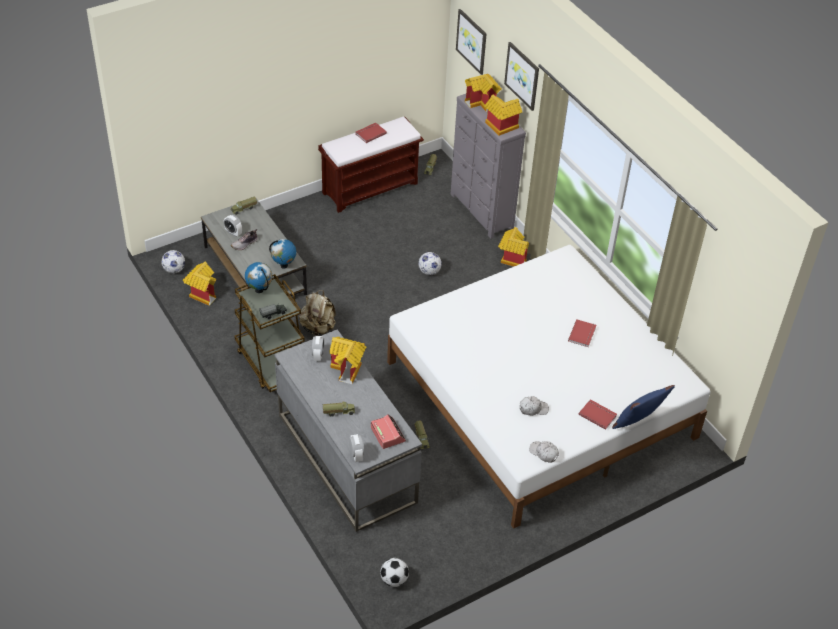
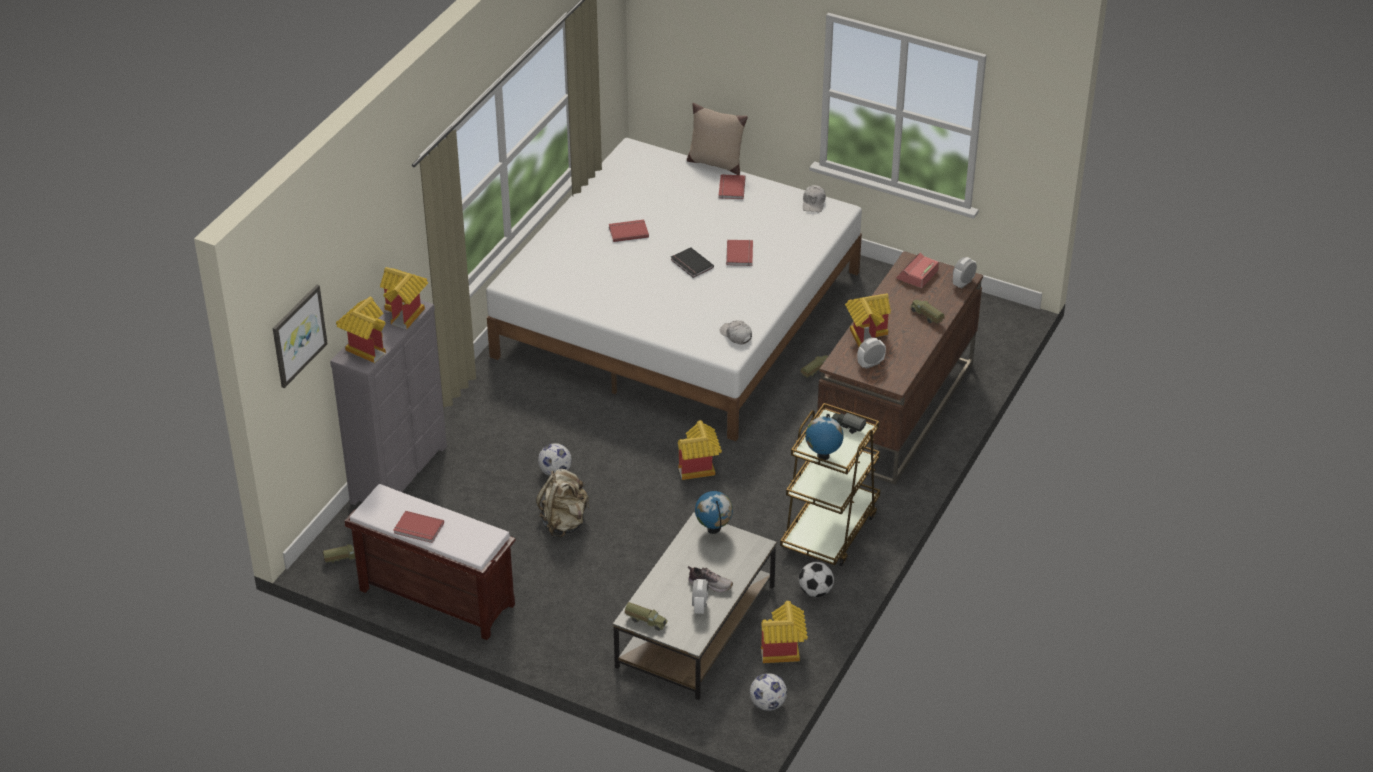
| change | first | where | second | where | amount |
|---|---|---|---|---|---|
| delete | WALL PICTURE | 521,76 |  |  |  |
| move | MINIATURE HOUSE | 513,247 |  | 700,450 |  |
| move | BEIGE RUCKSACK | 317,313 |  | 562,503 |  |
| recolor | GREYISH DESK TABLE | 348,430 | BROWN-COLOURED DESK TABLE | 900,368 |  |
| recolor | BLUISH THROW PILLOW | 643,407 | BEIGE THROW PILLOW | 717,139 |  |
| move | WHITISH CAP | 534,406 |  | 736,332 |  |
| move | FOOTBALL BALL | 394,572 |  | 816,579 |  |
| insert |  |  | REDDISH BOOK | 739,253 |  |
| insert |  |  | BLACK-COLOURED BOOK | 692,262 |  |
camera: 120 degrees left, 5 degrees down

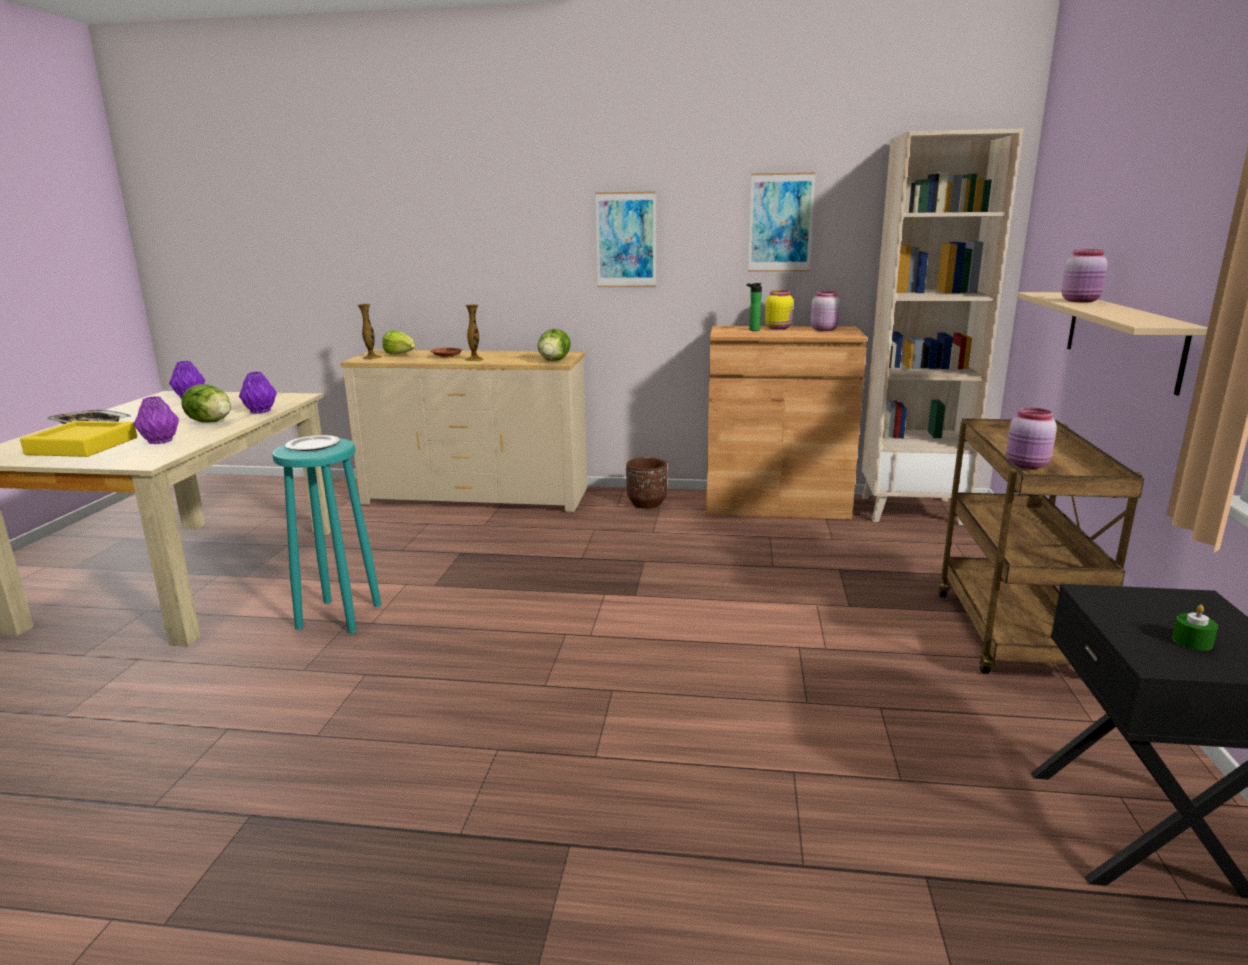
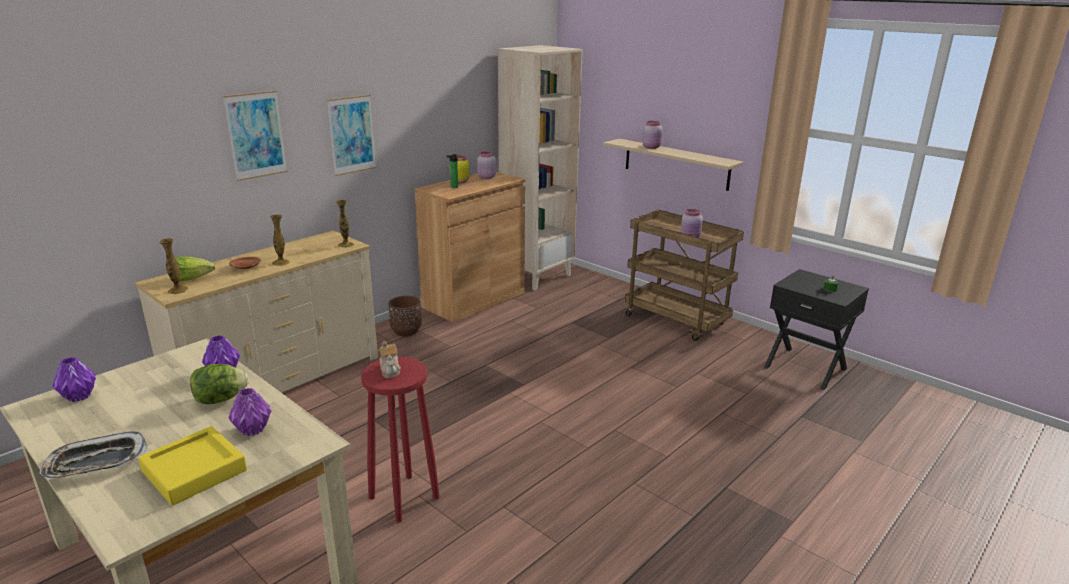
| change | first | where | second | where | amount |
|---|---|---|---|---|---|
| move | WALL PICTURE | 782,222 |  | 255,135 |  |
| replace | HEAD OF LETTUCE | 554,345 | DECORATIVE VASE | 345,223 |  |
| replace | DINNER PLATE | 312,443 | TEA POT | 390,359 |  |
| recolor | TURQUOISE STOOL SEAT | 326,535 | REDDISH STOOL SEAT | 400,439 |  |
camera: 55 degrees left, 5 degrees up

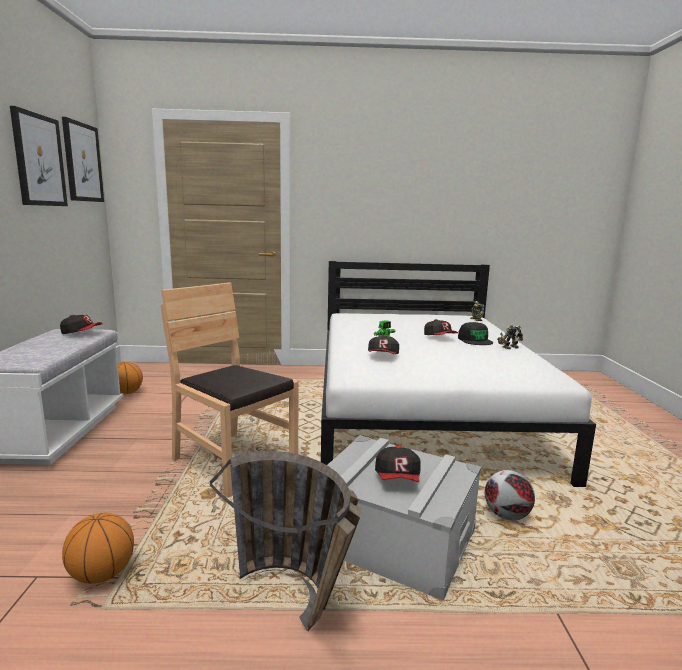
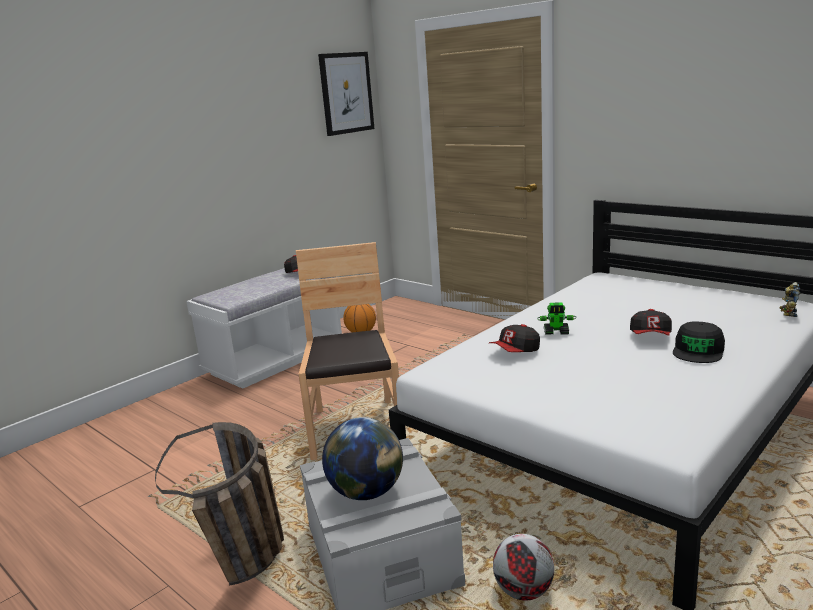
| change | first | where | second | where | amount |
|---|---|---|---|---|---|
| delete | WALL PICTURE | 39,156 |  |  |  |
| delete | MODEL ROBOT | 510,337 |  |  |  |
| replace | CAP | 398,464 | WORLD GLOBE | 362,458 |  |
| delete | BASKETBALL BALL | 98,548 |  |  |  |
camera: 45 degrees right, 5 degrees up

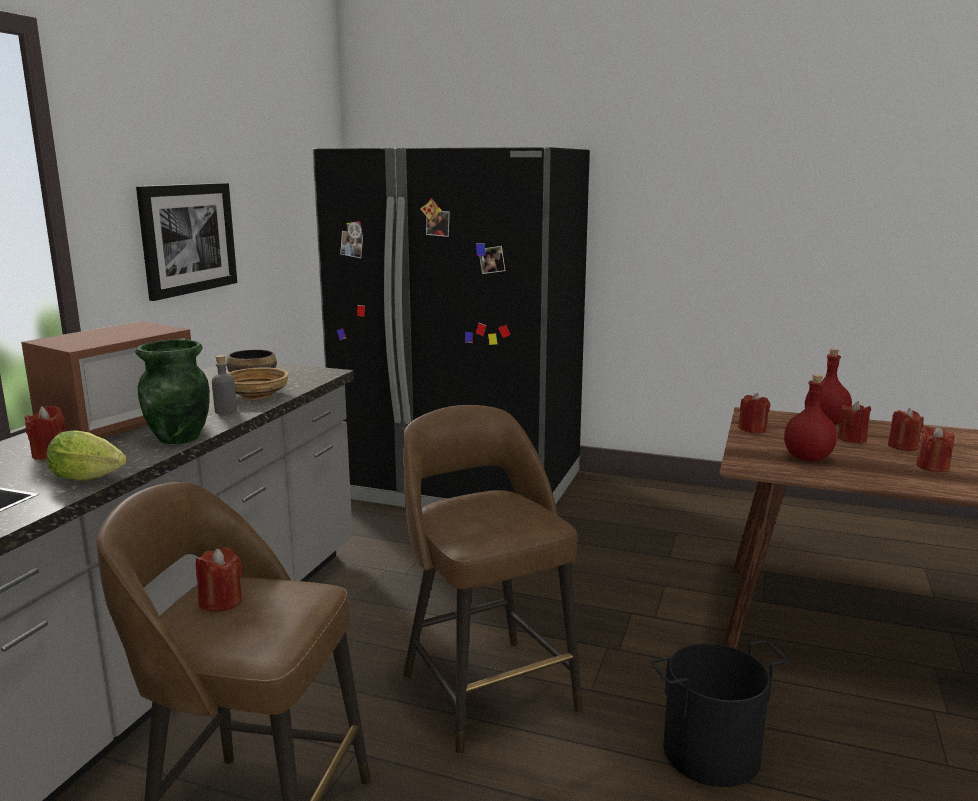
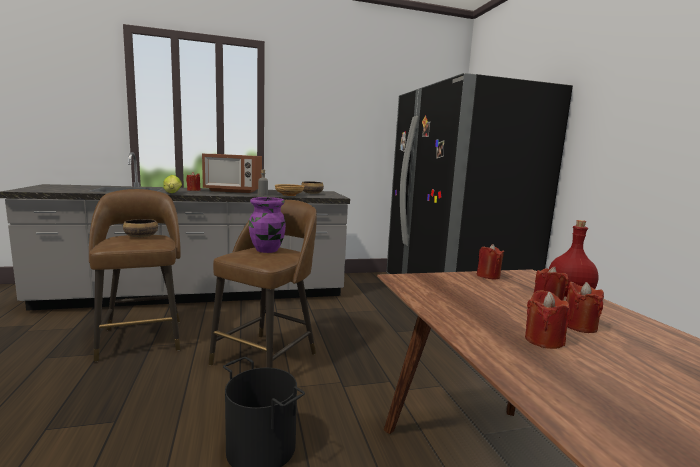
| change | first | where | second | where | amount |
|---|---|---|---|---|---|
| delete | WALL PICTURE | 186,242 |  |  |  |
| delete | GREENISH DECORATIVE VASE | 173,391 |  |  |  |
| delete | REDDISH BOTTLE | 810,418 |  |  |  |
| replace | REDDISH CANDLE | 219,579 | SERVING BOWL | 140,228 |  |
| insert |  |  | PURPLE DECORATIVE VASE | 267,225 |  |
camera: 55 degrees right, 5 degrees down

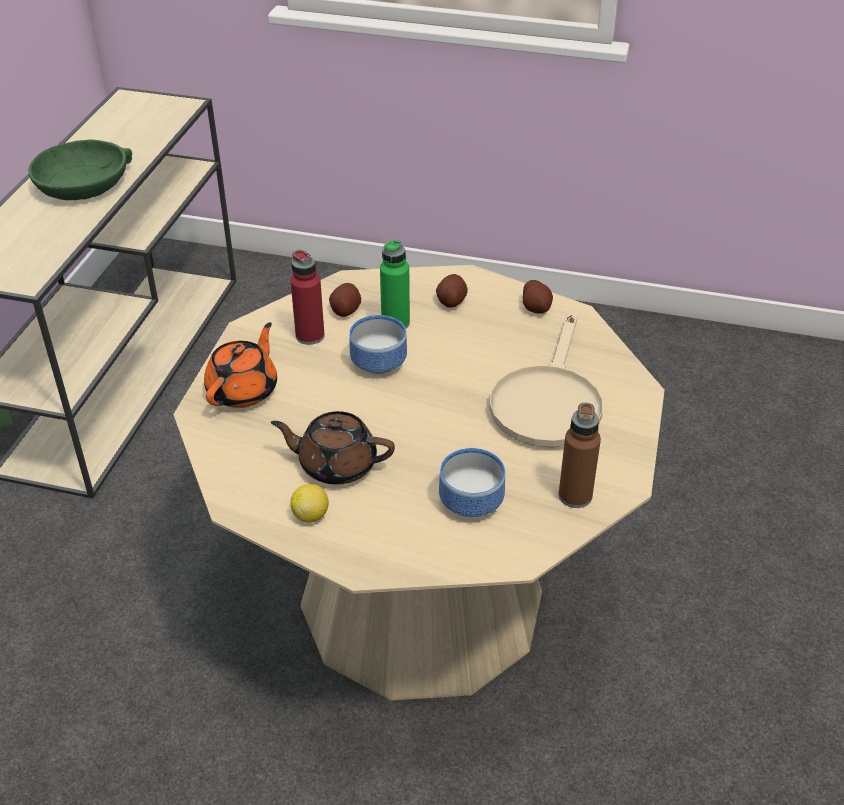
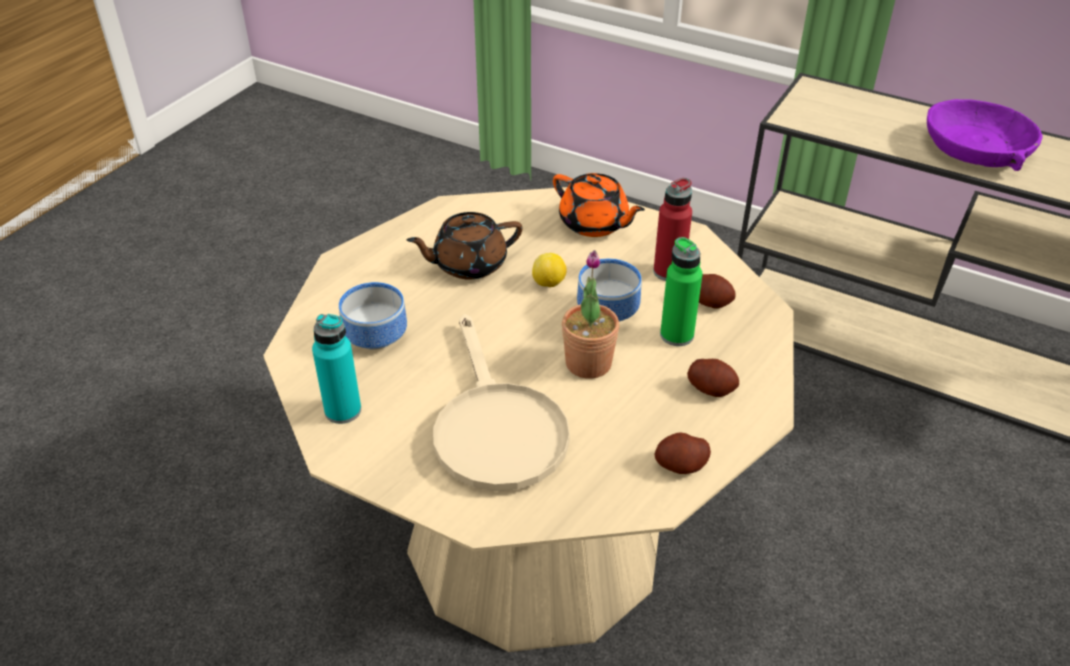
| change | first | where | second | where | amount |
|---|---|---|---|---|---|
| recolor | GREENISH SERVING BOWL | 80,170 | PURPLE SERVING BOWL | 985,135 |  |
| rotate | BEIGE PAN | 546,380 |  | 501,402 | 135 degrees counterclockwise |
| recolor | BROWN-COLOURED BOTTLE | 580,455 | TURQUOISE BOTTLE | 336,369 |  |
| rotate | BROWN-COLOURED TEA POT | 333,447 |  | 465,246 | 135 degrees counterclockwise |
| move | WHOLE LEMON | 310,503 |  | 549,270 |  |
| insert |  |  | HOUSEPLANT | 590,314 |  |
camera: 105 degrees right, 0 degrees up

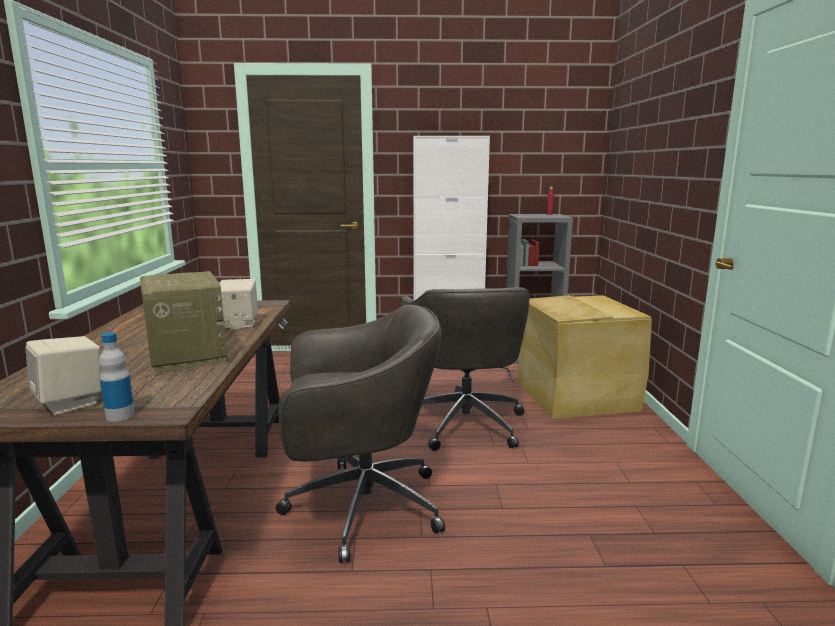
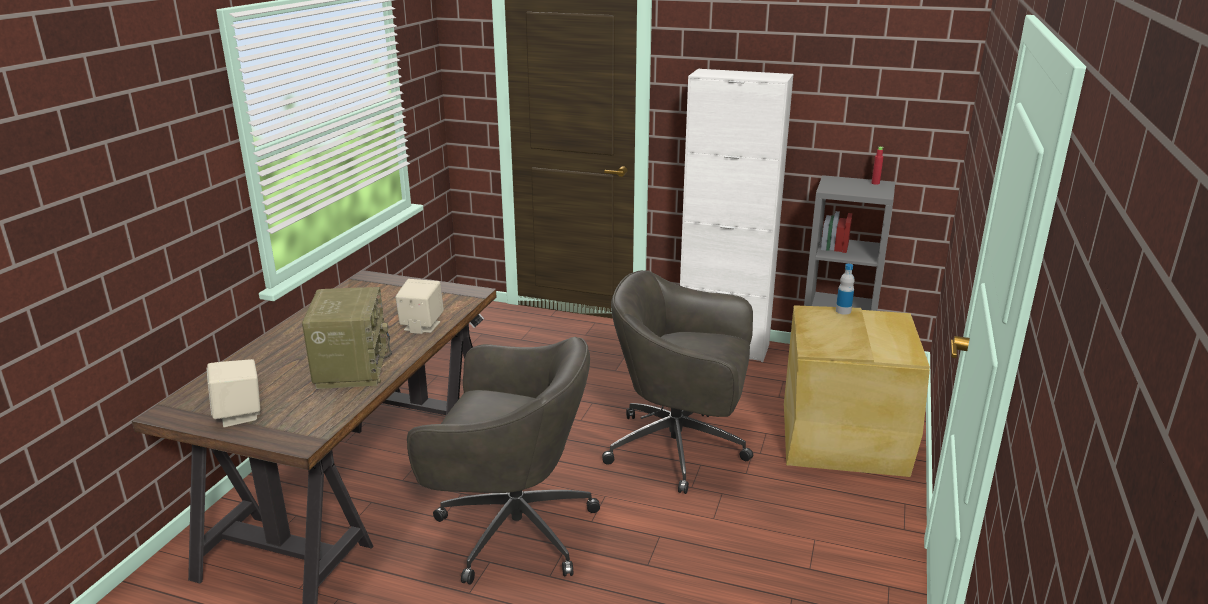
| change | first | where | second | where | amount |
|---|---|---|---|---|---|
| rotate | GREYISH COMPUTER CHAIR | 465,369 |  | 677,382 | 90 degrees clockwise |
| move | BOTTLE | 117,377 |  | 845,289 |  |
camera: 20 degrees right, 10 degrees up

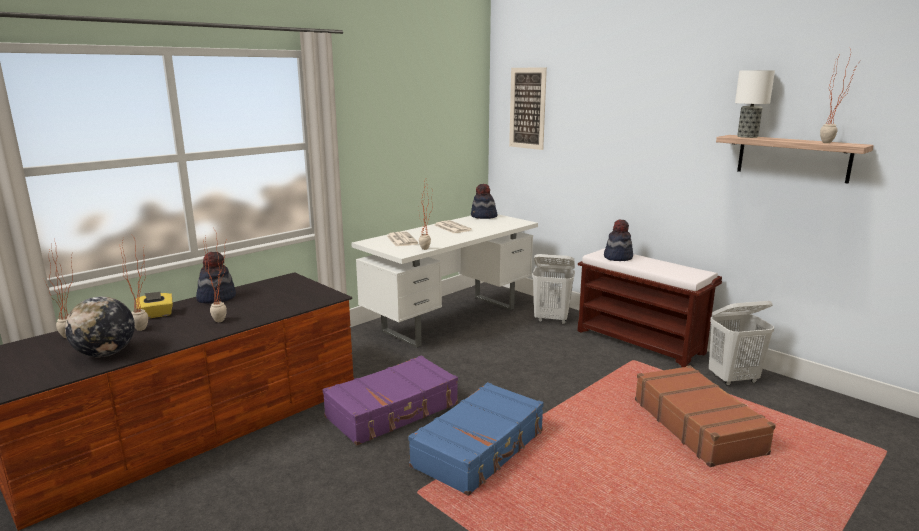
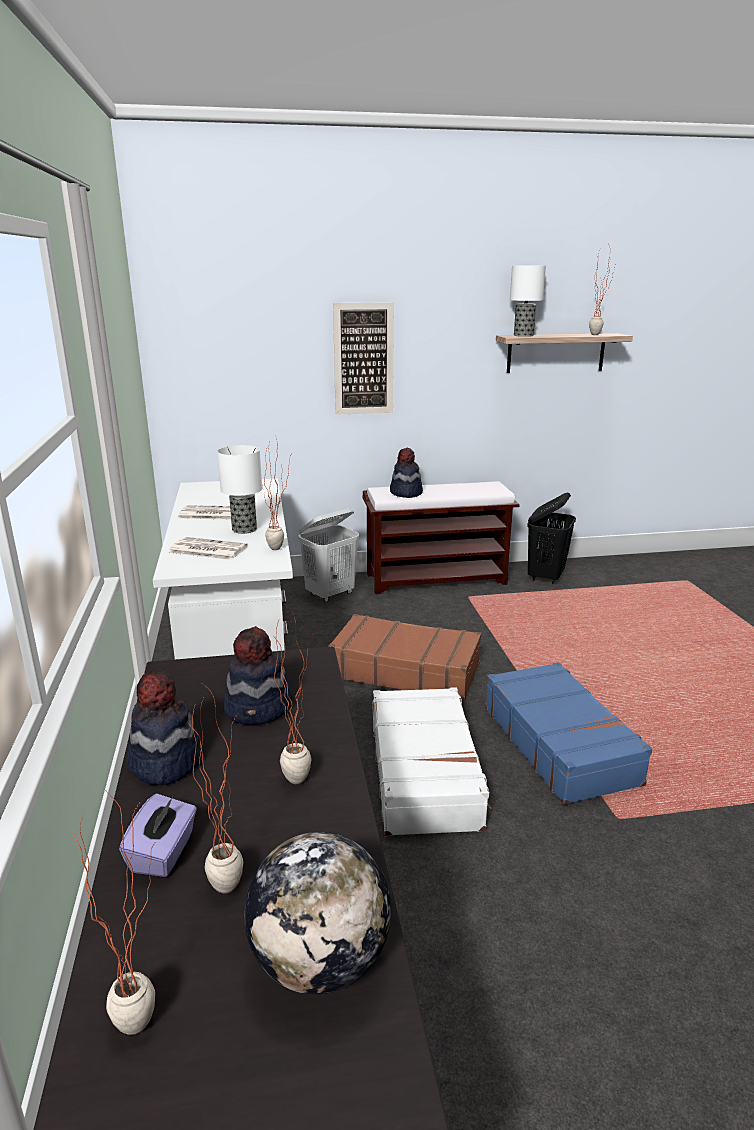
| change | first | where | second | where | amount |
|---|---|---|---|---|---|
| move | WALL PICTURE | 528,109 |  | 363,358 |  |
| move | WEARABLE HAT | 484,201 |  | 257,675 |  |
| recolor | YELLOW-COLOURED TISSUE HOLDER | 154,305 | PURPLE TISSUE HOLDER | 158,835 |  |
| recolor | WHITISH LAUNDRY BASKET | 741,343 | BLACK-COLOURED LAUNDRY BASKET | 551,538 |  |
| recolor | PURPLE SUITCASE | 390,400 | WHITISH SUITCASE | 432,761 |  |
| move | BROWN-COLOURED SUITCASE | 705,416 |  | 404,657 |  |
| insert |  |  | TABLE LAMP | 239,489 |  |
camera: 55 degrees left, 5 degrees up

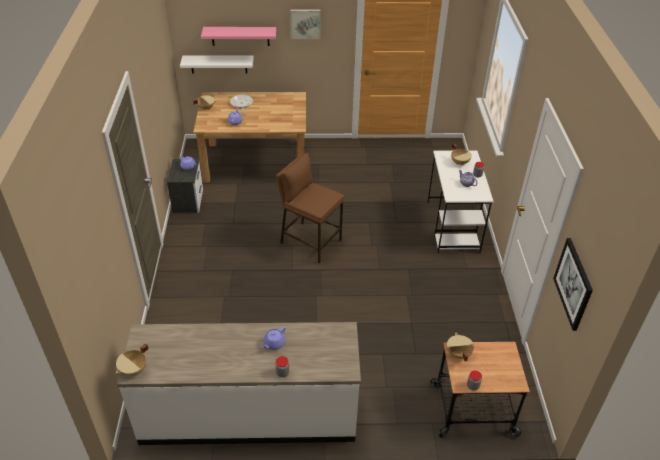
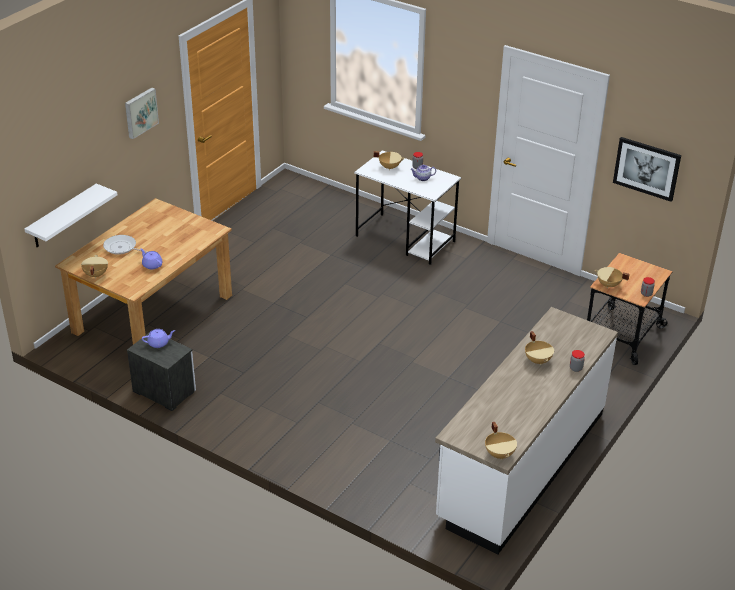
| change | first | where | second | where | amount |
|---|---|---|---|---|---|
| delete | PINK-COLOURED WALL SHELF | 238,36 |  |  |  |
| delete | BROWN-COLOURED STOOL SEAT | 310,208 |  |  |  |
| replace | PURPLE TEA POT | 273,338 | BEIGE SAUCEPOT | 539,348 |  |
camera: 55 degrees left, 5 degrees down

